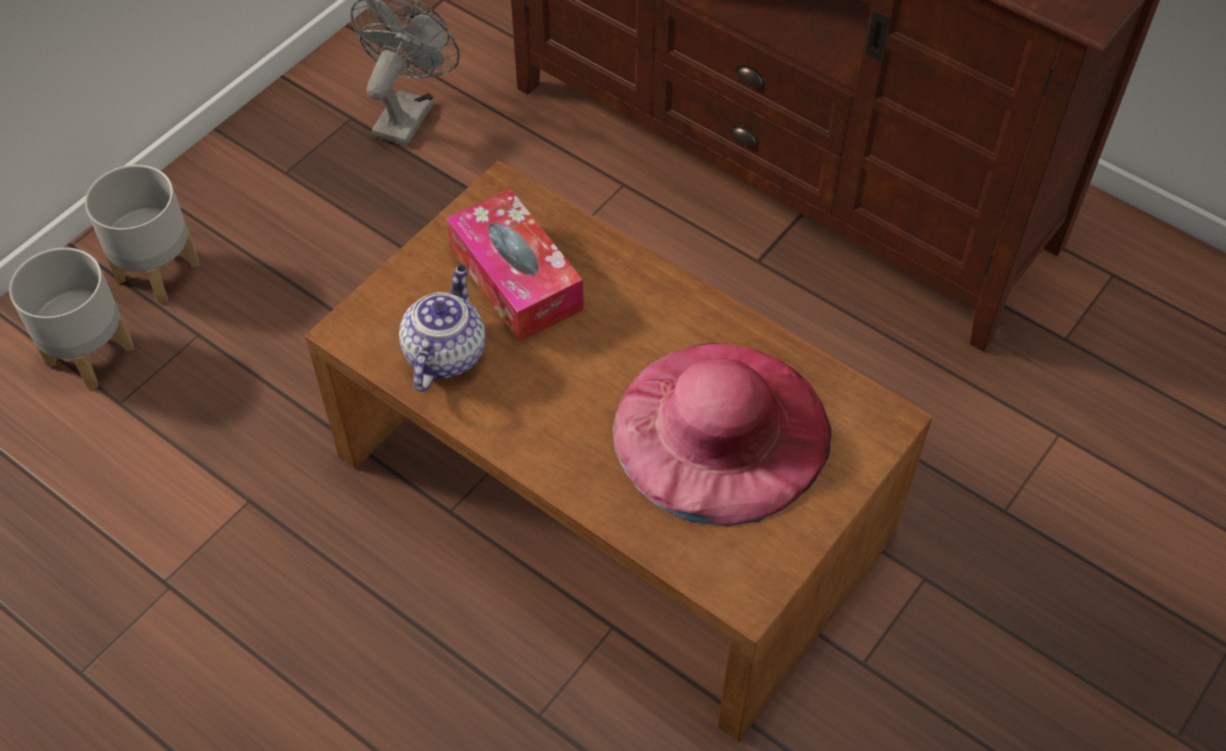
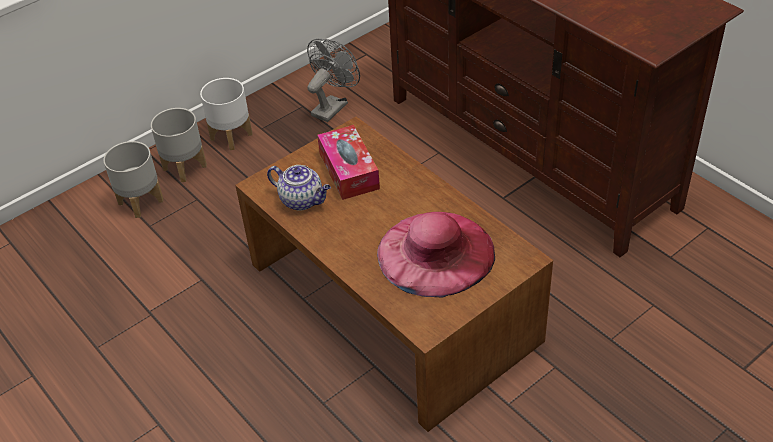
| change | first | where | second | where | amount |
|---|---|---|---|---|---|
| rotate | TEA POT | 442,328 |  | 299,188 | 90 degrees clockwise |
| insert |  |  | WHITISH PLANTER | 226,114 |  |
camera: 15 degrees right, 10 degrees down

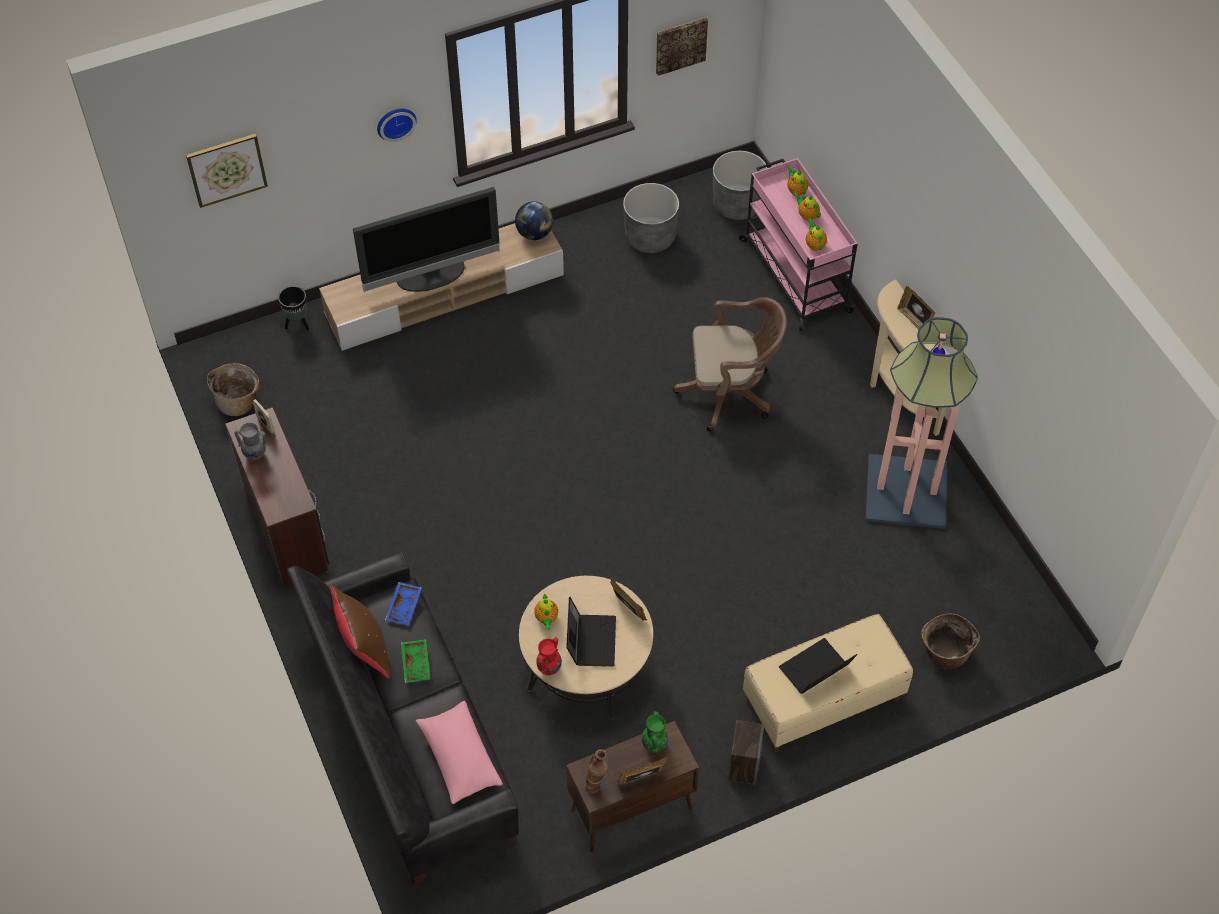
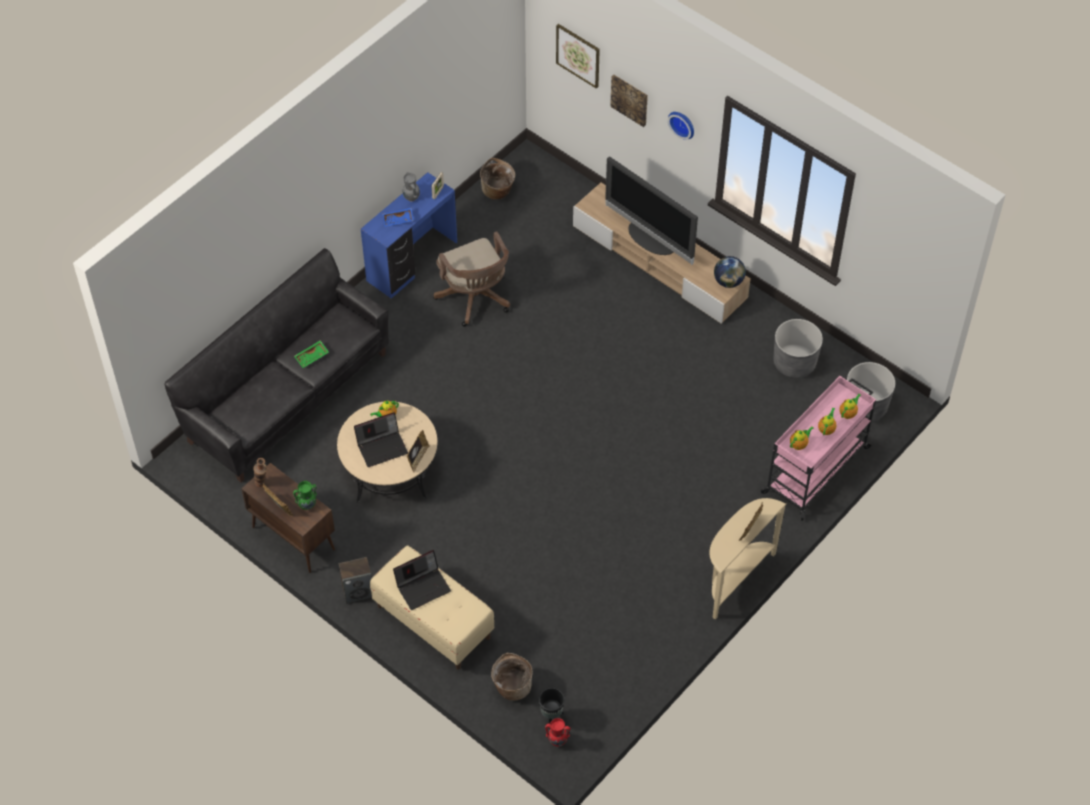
| change | first | where | second | where | amount |
|---|---|---|---|---|---|
| move | WALL PICTURE | 682,46 |  | 629,101 |  |
| move | BLACK-COLOURED PLANTER | 293,308 |  | 552,706 |  |
| move | BROWN-COLOURED COMPUTER CHAIR | 730,364 |  | 471,279 |  |
| delete | FLOOR LAMP | 921,423 |  |  |  |
| recolor | BROWN-COLOURED DESK TABLE | 277,497 | BLUISH DESK TABLE | 409,235 |  |
| move | BLUISH CARRYING TRAY | 403,604 |  | 398,217 |  |
| delete | BROWN-COLOURED THROW PILLOW | 360,630 |  |  |  |
| move | REDDISH DECORATIVE VASE | 549,656 |  | 557,732 |  |
| rotate | NOTEBOOK COMPUTER | 818,666 |  | 422,580 | 120 degrees clockwise |
| delete | PINK-COLOURED THROW PILLOW | 459,752 |  |  |  |
camera: 65 degrees right, 0 degrees up

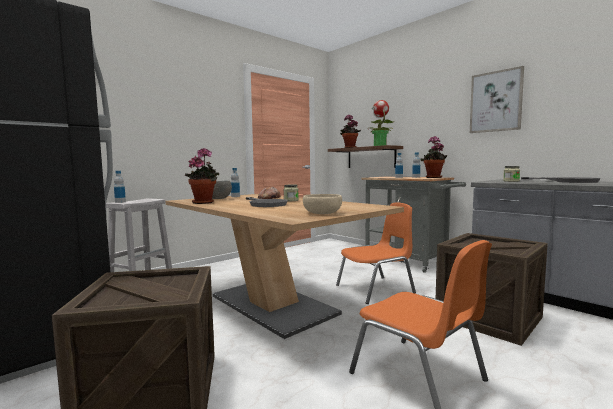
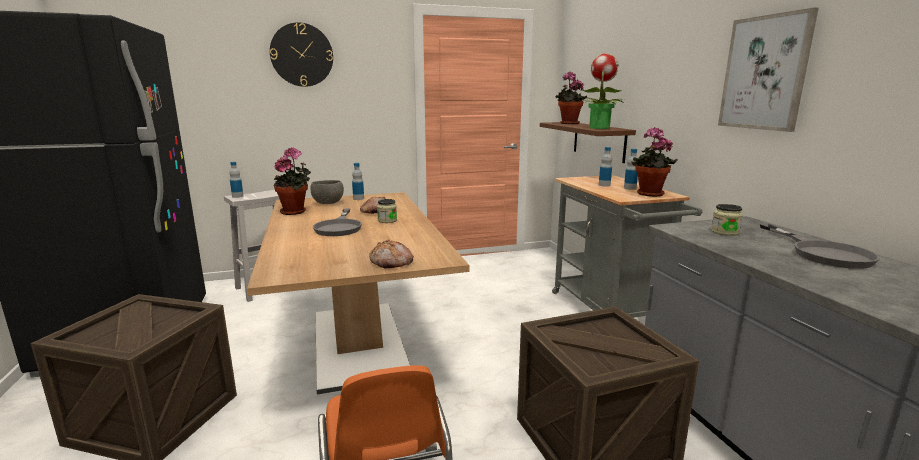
| change | first | where | second | where | amount |
|---|---|---|---|---|---|
| delete | BEIGE SERVING BOWL | 322,204 |  |  |  |
| delete | ORANGE-COLOURED UPRIGHT CHAIR | 376,253 |  |  |  |
| insert |  |  | HANGING CLOCK | 301,54 |  |
| insert |  |  | BREAD | 391,254 |  |
camera: 25 degrees right, 10 degrees up

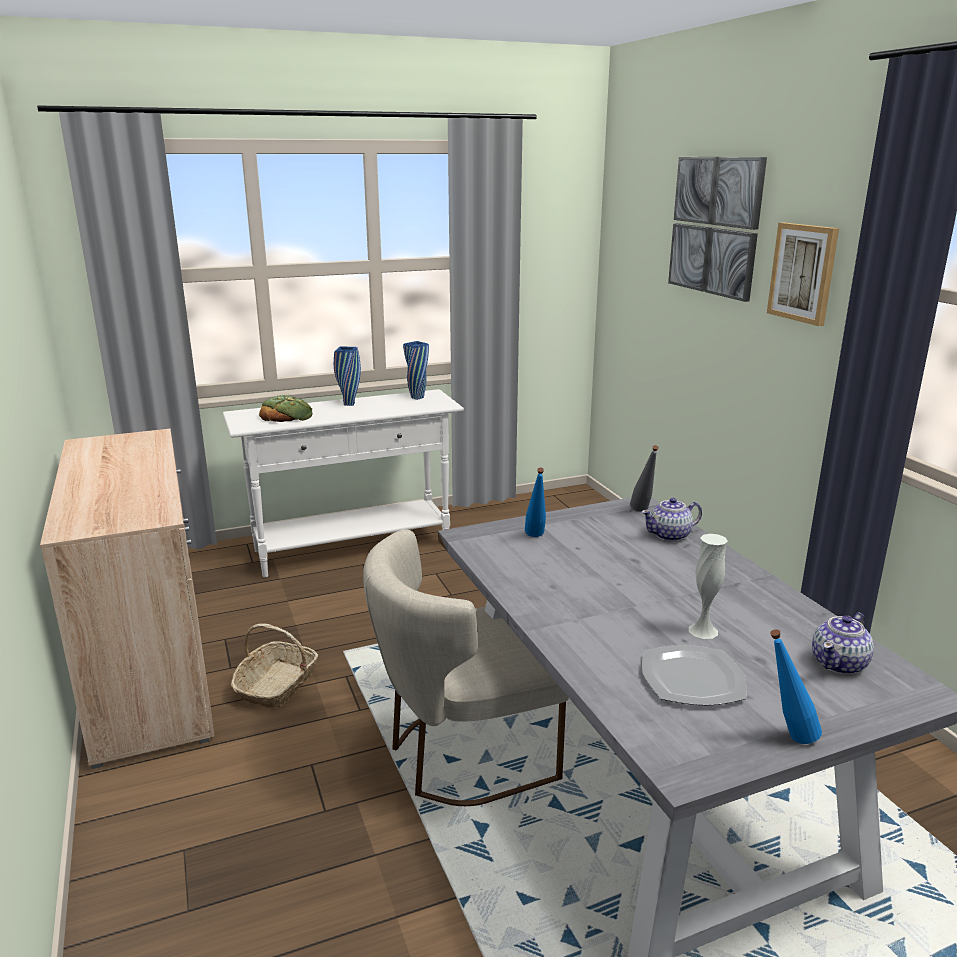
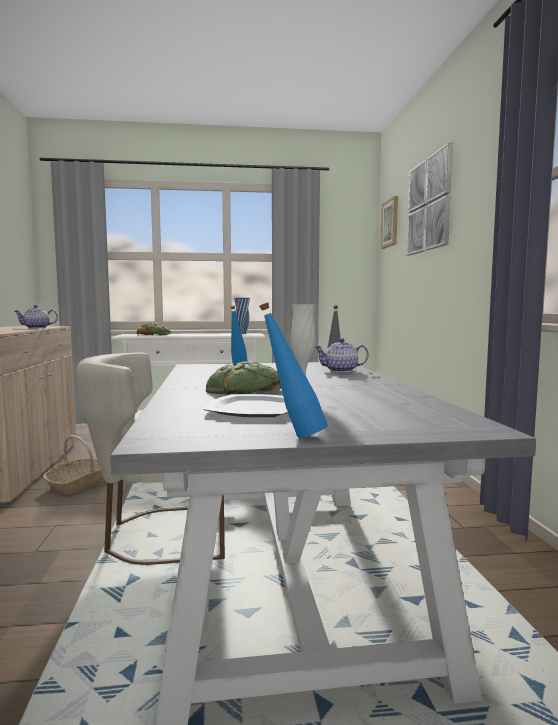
| change | first | where | second | where | amount |
|---|---|---|---|---|---|
| move | WALL PICTURE | 803,274 |  | 389,222 |  |
| delete | BLUISH DECORATIVE VASE | 347,376 |  |  |  |
| move | TEA POT | 843,643 |  | 36,317 |  |
| insert |  |  | BREAD | 243,378 |  |
camera: 15 degrees right, 15 degrees down

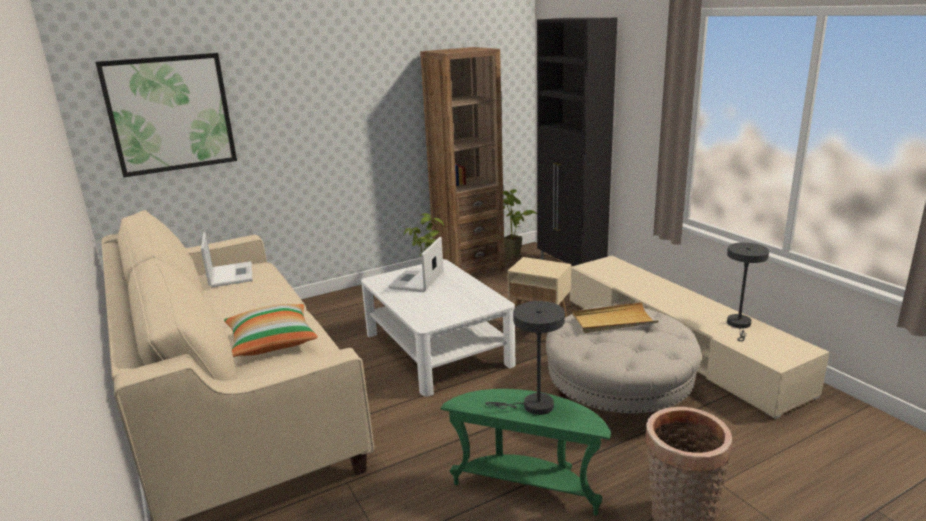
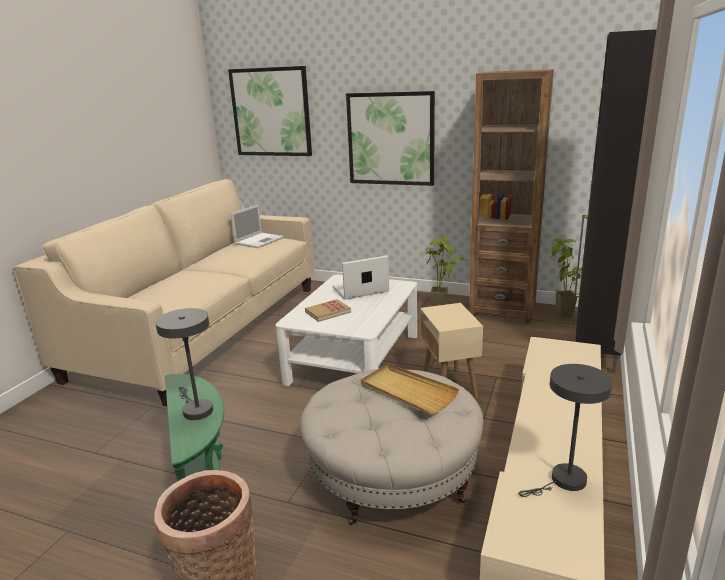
| change | first | where | second | where | amount |
|---|---|---|---|---|---|
| delete | THROW PILLOW | 271,330 |  |  |  |
| insert |  |  | WALL PICTURE | 390,138 |  |
| insert |  |  | BOOK | 328,310 |  |
camera: 50 degrees right, 0 degrees up

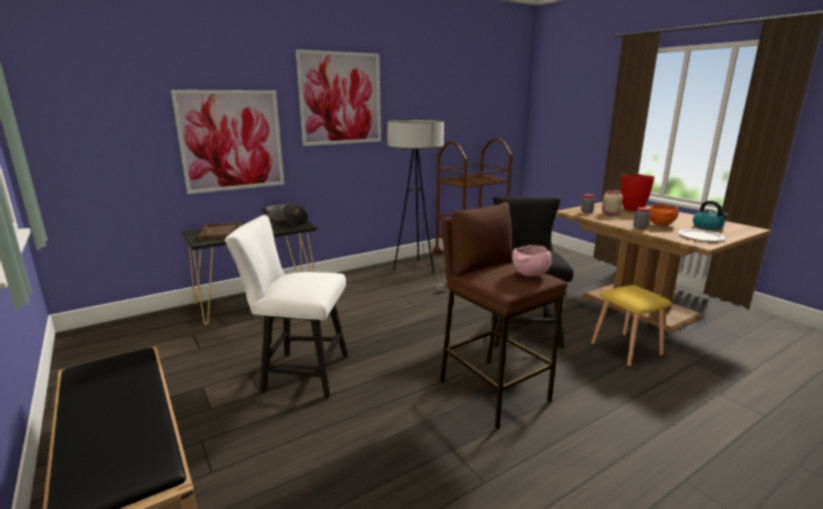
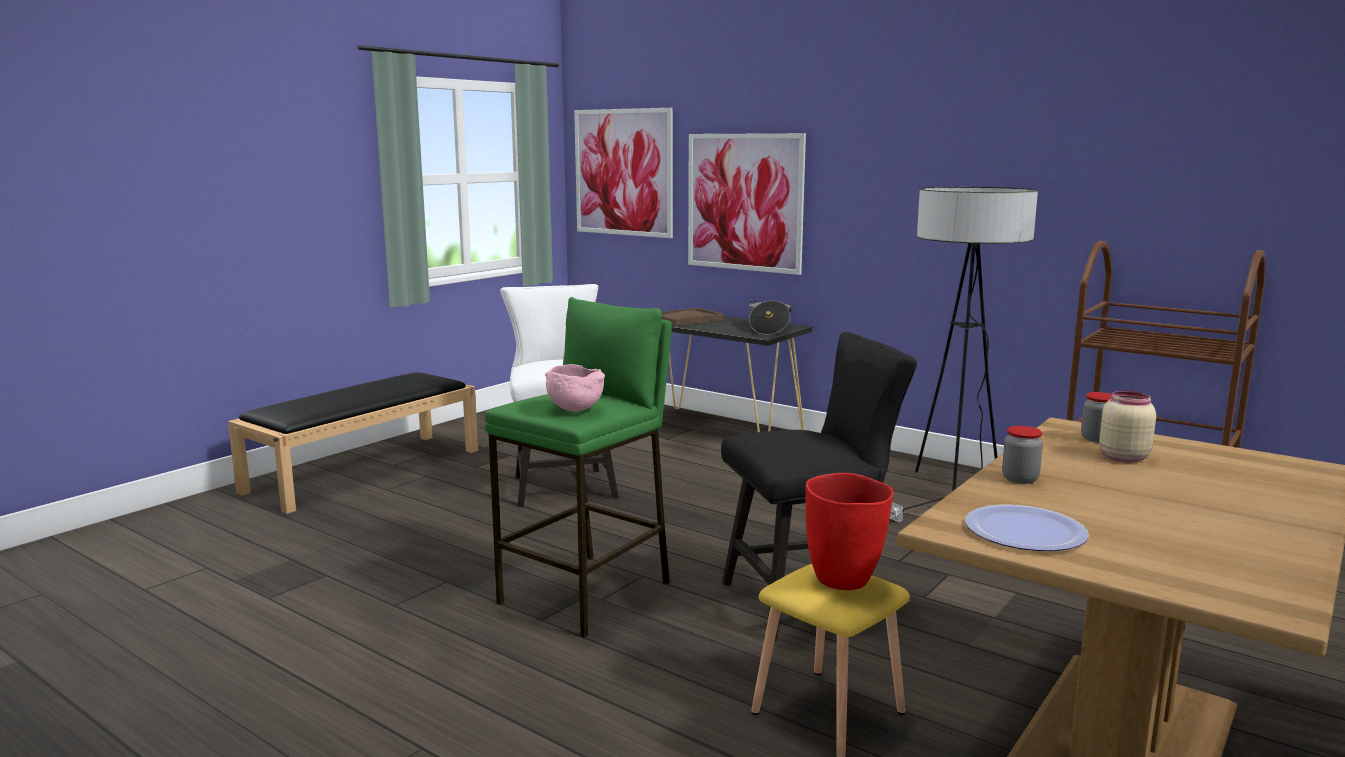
| change | first | where | second | where | amount |
|---|---|---|---|---|---|
| move | WALL PICTURE | 338,97 |  | 623,173 |  |
| move | REDDISH DECORATIVE VASE | 638,192 |  | 849,531 |  |
| delete | WATER KETTLE | 710,215 |  |  |  |
| recolor | BROWN-COLOURED STOOL SEAT | 503,315 | GREENISH STOOL SEAT | 578,467 |  |
| delete | ORANGE-COLOURED SERVING BOWL | 664,215 |  |  |  |
camera: 70 degrees right, 5 degrees down

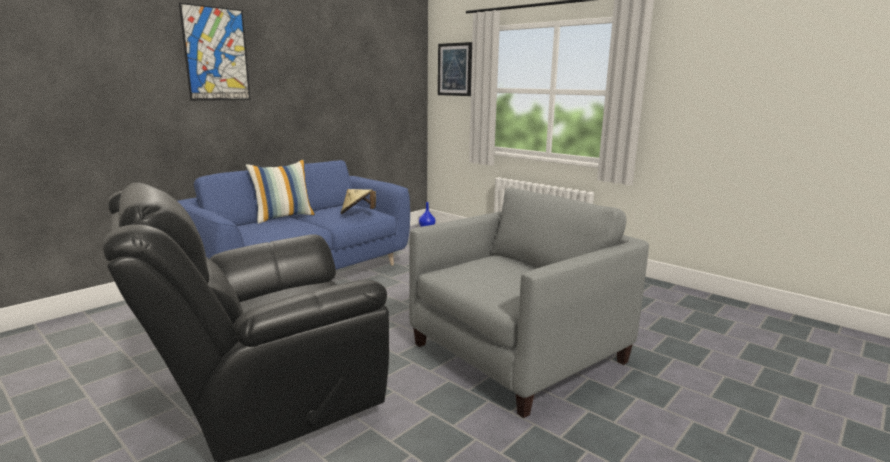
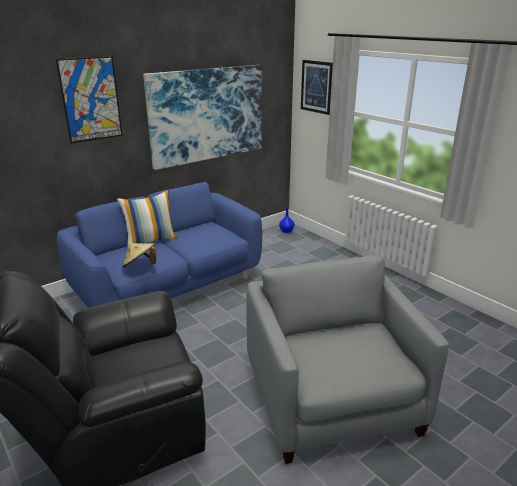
| change | first | where | second | where | amount |
|---|---|---|---|---|---|
| rotate | GREYISH LOUNGE CHAIR | 529,303 |  | 347,359 | 75 degrees counterclockwise |
| move | BEIGE WEARABLE HAT | 358,201 |  | 139,255 |  |
| insert |  |  | WALL PICTURE | 202,117 |  |
camera: 10 degrees right, 10 degrees up

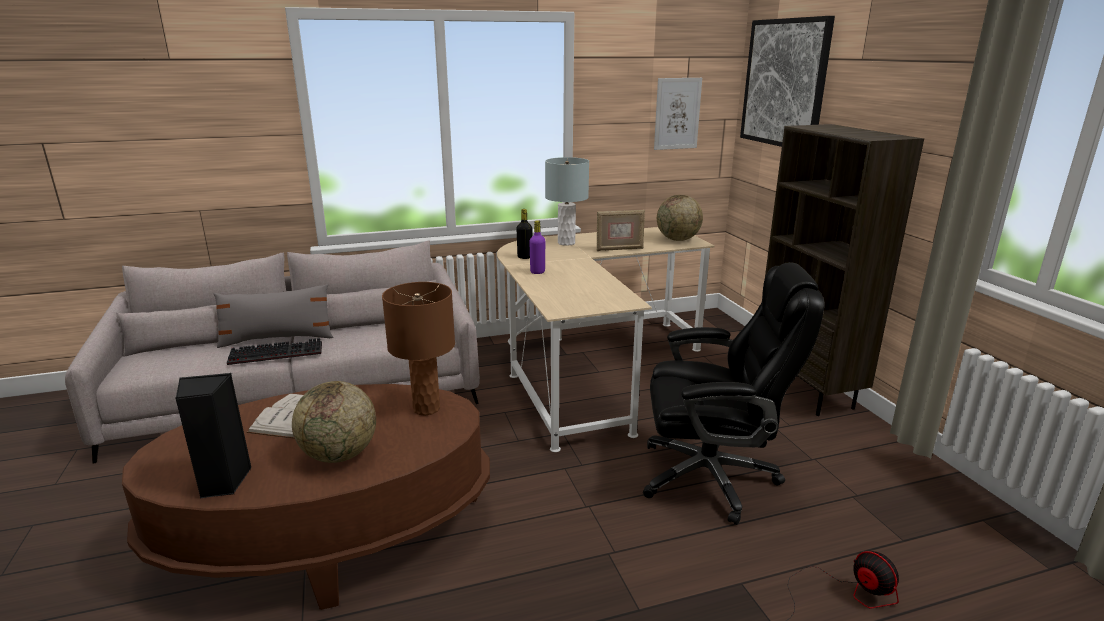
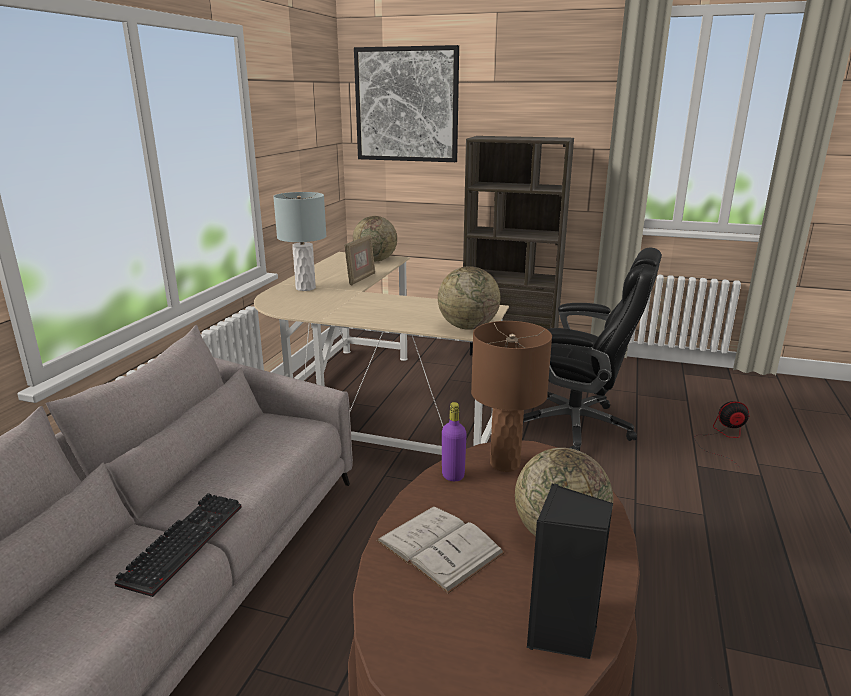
| change | first | where | second | where | amount |
|---|---|---|---|---|---|
| delete | WALL PICTURE | 678,114 |  |  |  |
| delete | BLACK-COLOURED BOTTLE | 524,234 |  |  |  |
| move | PURPLE BOTTLE | 537,247 |  | 454,441 |  |
| rotate | BLACK-COLOURED COMPUTER CHAIR | 734,393 |  | 592,349 | 75 degrees clockwise |
| delete | GREYISH THROW PILLOW | 273,316 |  |  |  |
| insert |  |  | WORLD GLOBE | 469,298 |  |
camera: 55 degrees left, 0 degrees up

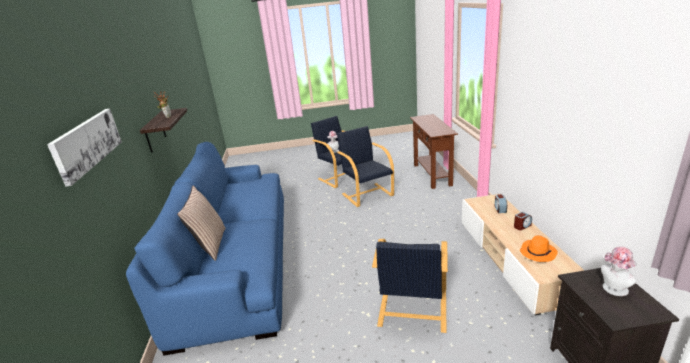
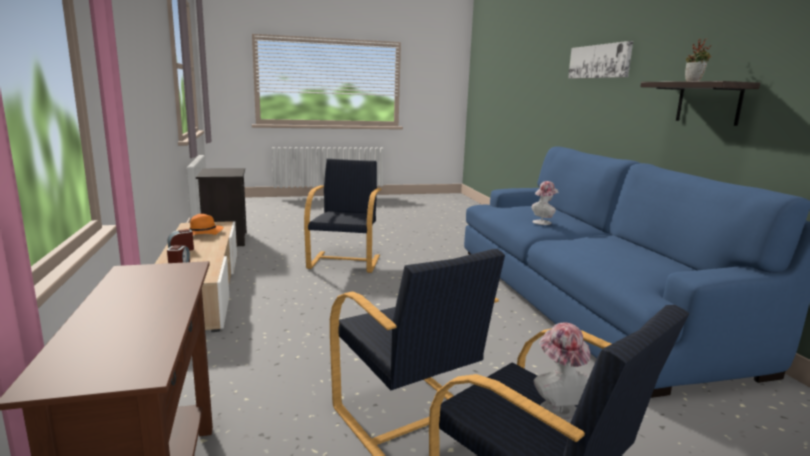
| change | first | where | second | where | amount |
|---|---|---|---|---|---|
| delete | THROW PILLOW | 201,223 |  |  |  |
| move | WEARABLE HAT | 619,271 |  | 545,203 |  |
camera: 170 degrees right, 10 degrees down

